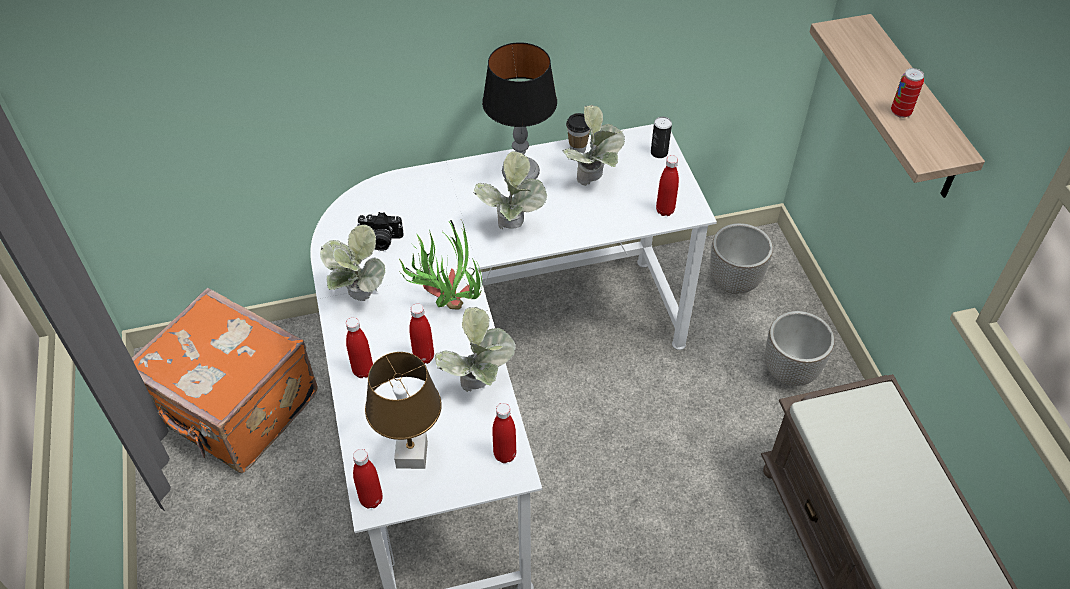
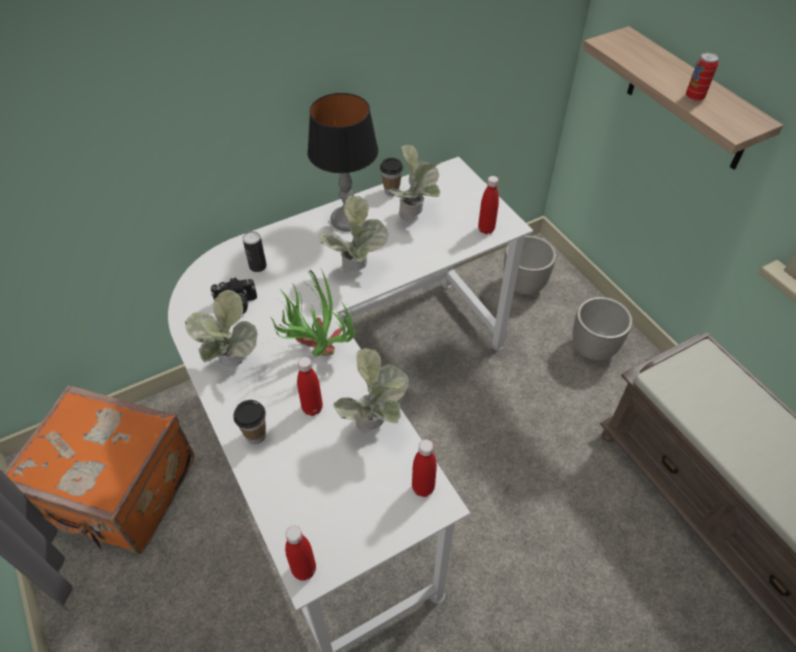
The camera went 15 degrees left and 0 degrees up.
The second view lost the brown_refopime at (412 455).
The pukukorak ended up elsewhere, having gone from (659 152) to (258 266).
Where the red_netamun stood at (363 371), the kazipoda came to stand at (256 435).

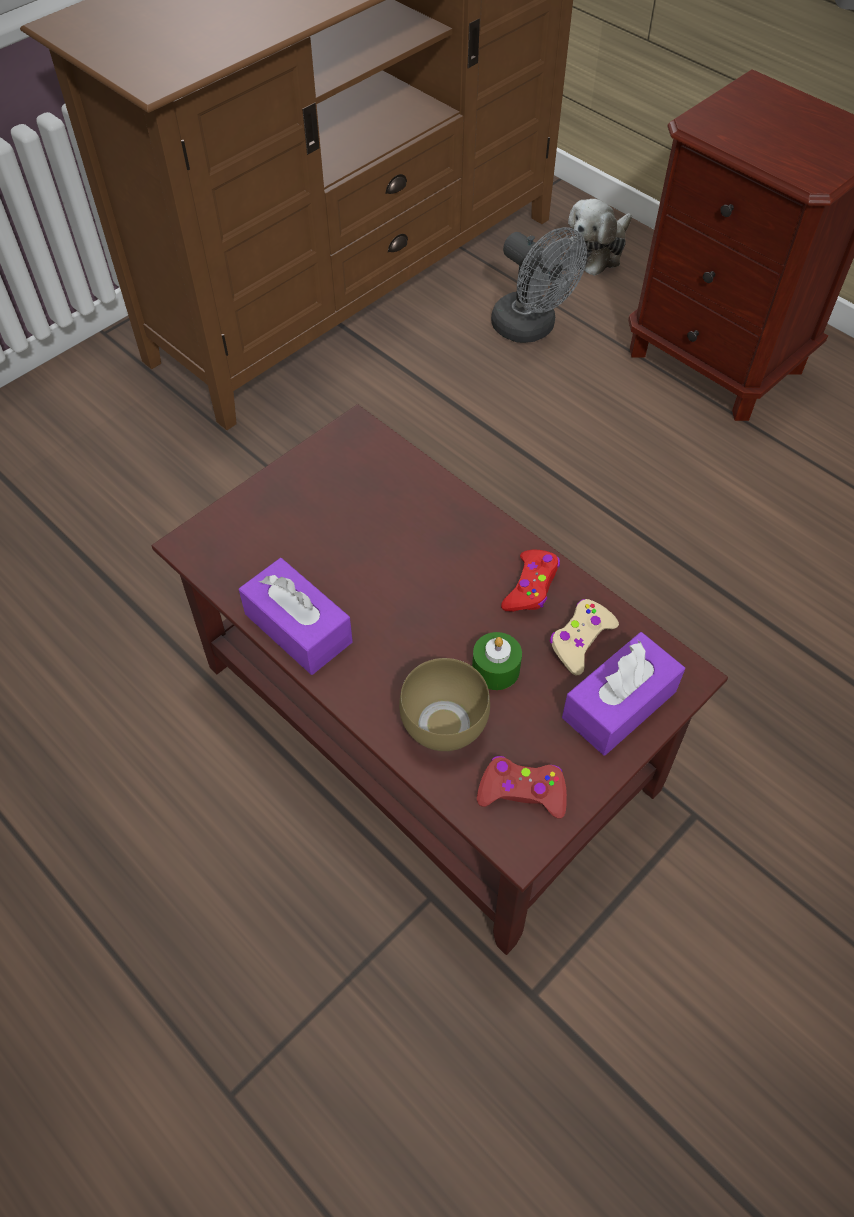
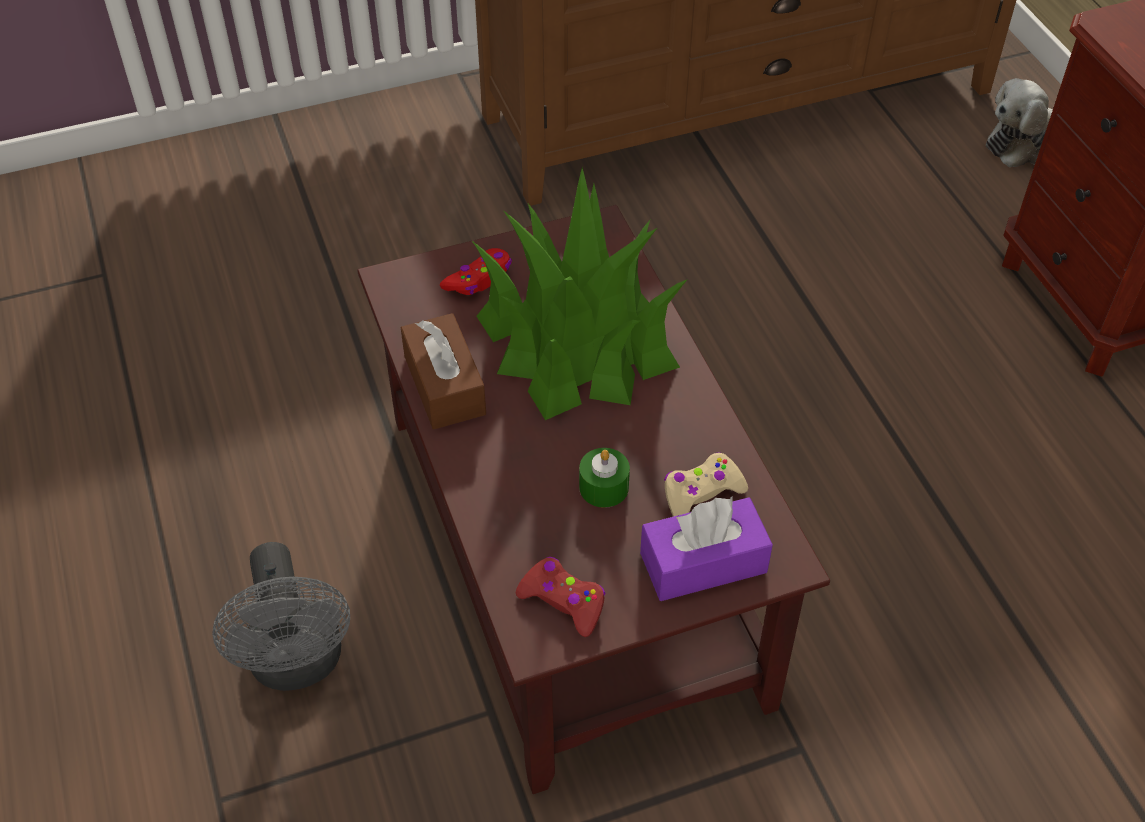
The camera went 25 degrees right and 5 degrees down.
The second view lost the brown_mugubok at (447 725).
The second view gained the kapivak at (577 341).
The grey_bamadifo ended up elsewhere, having gone from (531 329) to (298 665).
The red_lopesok ended up elsewhere, having gone from (531 587) to (479 279).
What was the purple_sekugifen at (298 628) turned into the brown_sekugifen at (444 385).

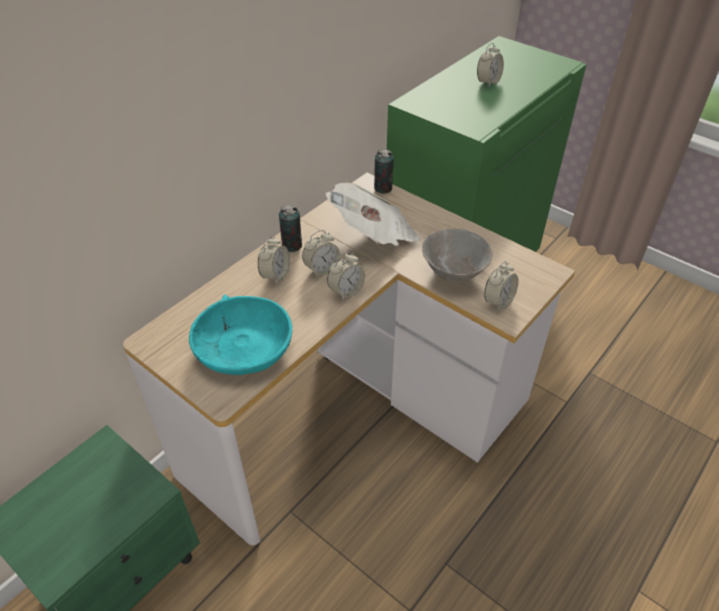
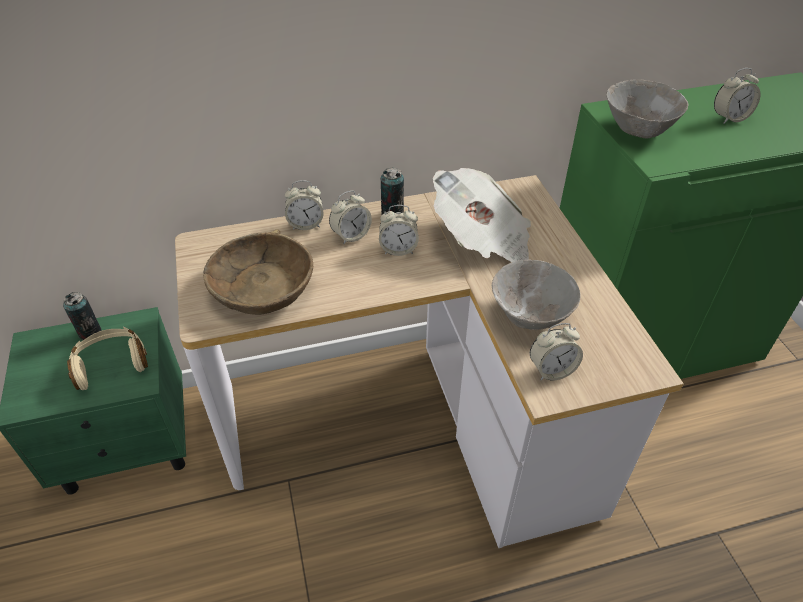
The camera went 35 degrees right and 0 degrees up.
The second view gained the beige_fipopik at (111 364).
The second view gained the grey_mugubok at (638 129).
The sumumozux ended up elsewhere, having gone from (346 291) to (306 224).
The pukukorak ended up elsewhere, having gone from (383 188) to (90 333).
What was the turquoise_mugubok at (243 347) turned into the brown_mugubok at (262 286).

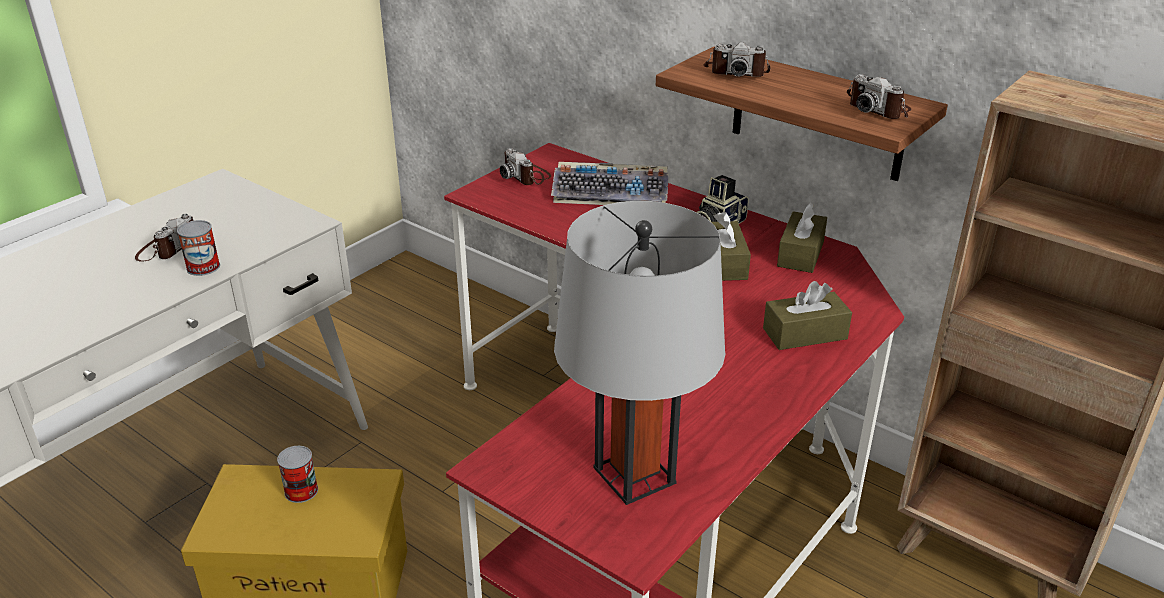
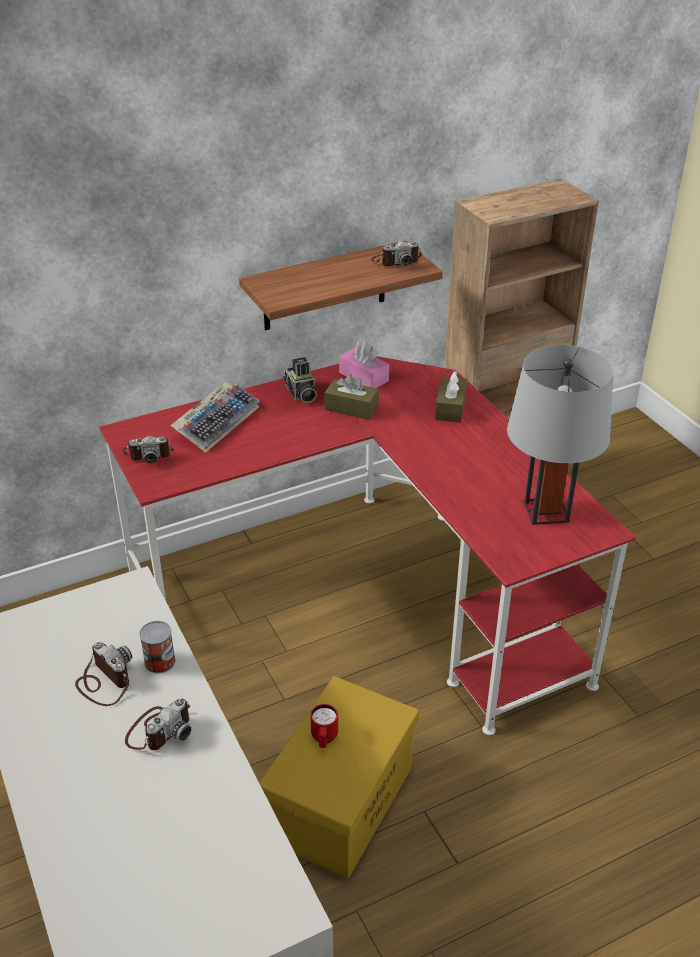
The camera went 65 degrees left and 5 degrees up.
The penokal ended up elsewhere, having gone from (736 72) to (159 730).
Where the pukukorak stood at (301 491), the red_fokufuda came to stand at (324 739).
What was the brown_sekugifen at (800 254) turned into the pink_sekugifen at (363 377).

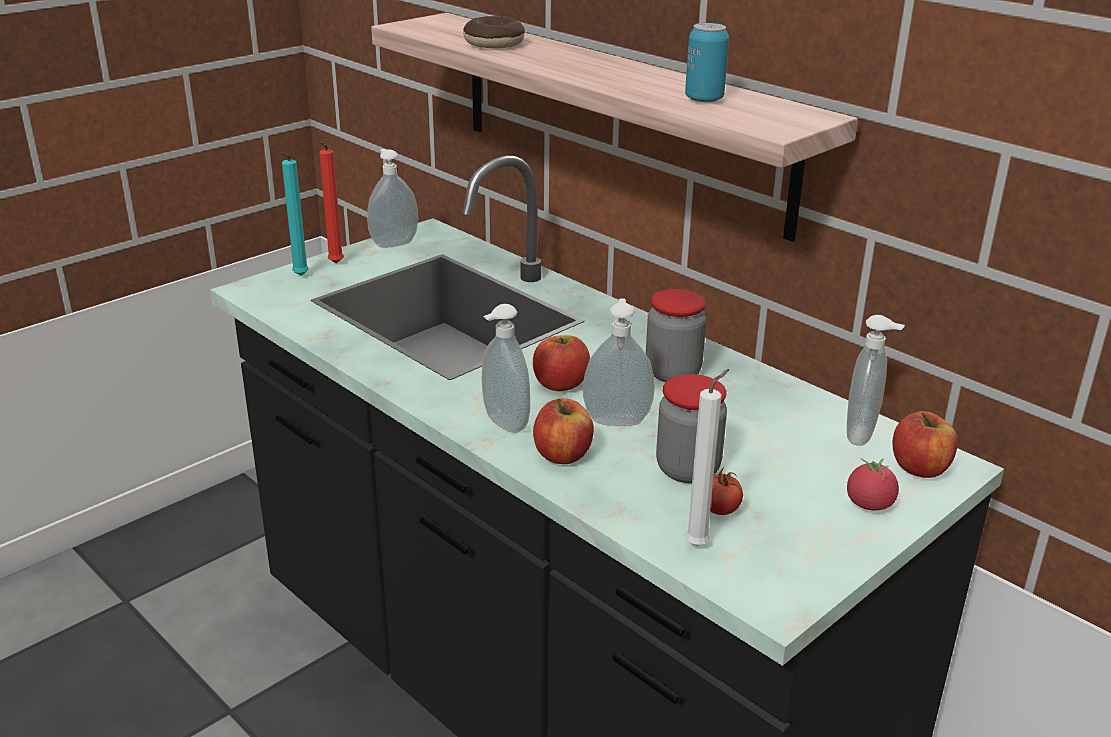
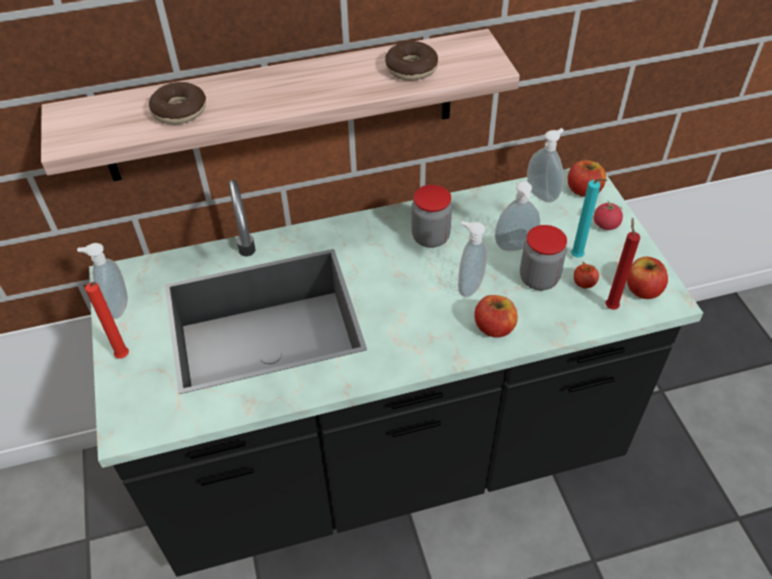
The camera went 60 degrees left and 20 degrees up.
The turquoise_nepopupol ended up elsewhere, having gone from (299 277) to (578 258).
The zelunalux ended up elsewhere, having gone from (503 424) to (515 248).
The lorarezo ended up elsewhere, having gone from (560 384) to (642 289).
Where the pukukorak stood at (704 99), the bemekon came to stand at (411 69).
What was the white_nepopupol at (700 544) turned into the red_nepopupol at (610 306).

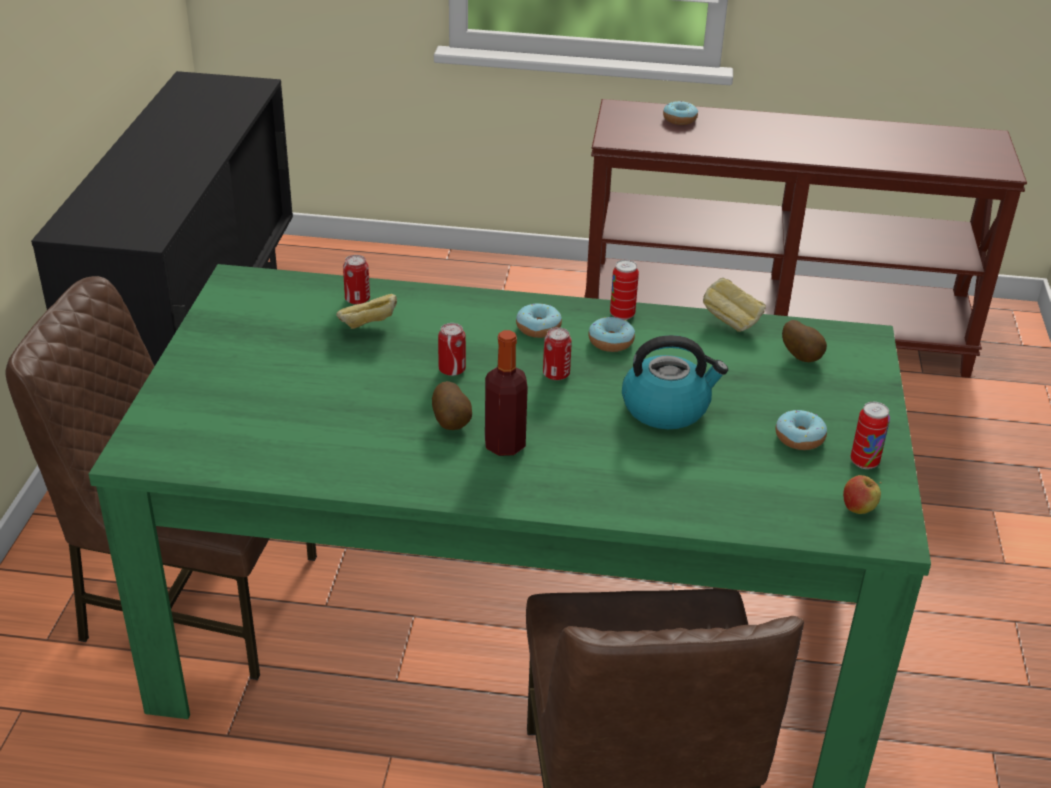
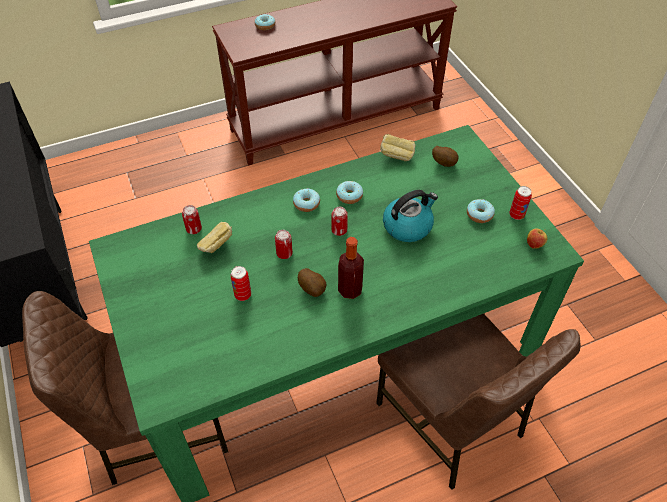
The camera went 30 degrees left and 15 degrees up.
The pukukorak ended up elsewhere, having gone from (622 315) to (243 295).

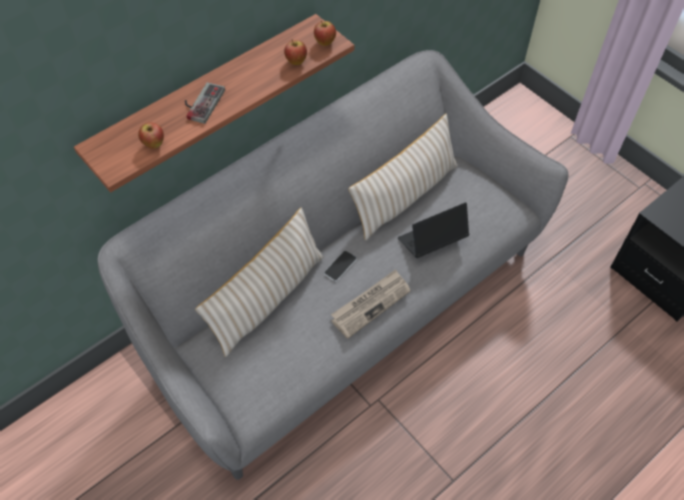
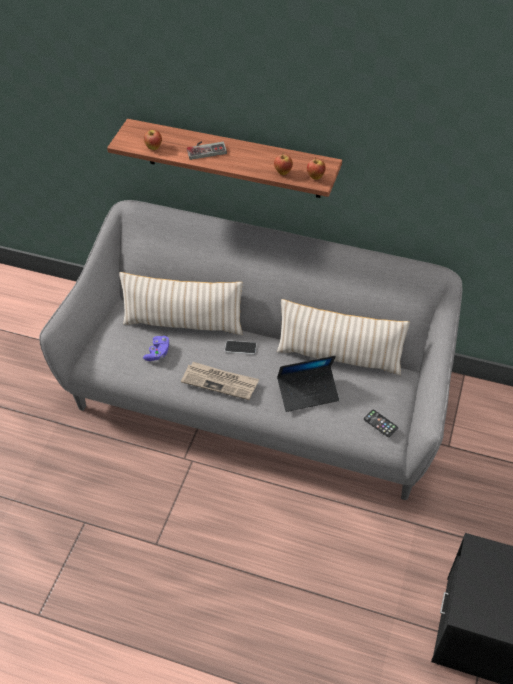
The camera went 60 degrees right and 5 degrees down.
The second view gained the purple_lopesok at (158 353).
The second view gained the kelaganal at (380 423).
The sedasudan at (432 241) ended up facing another way, 135 degrees clockwise from before.

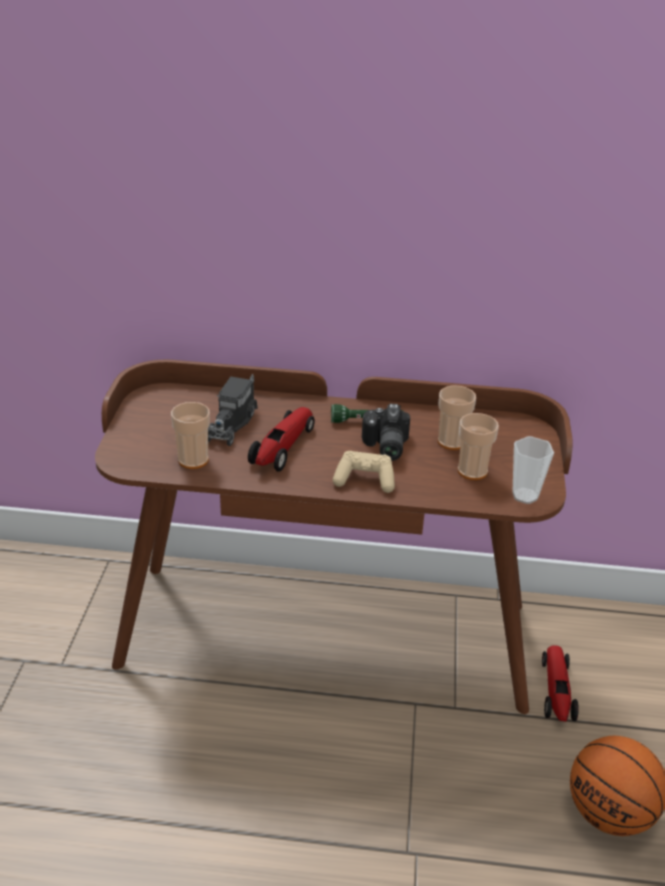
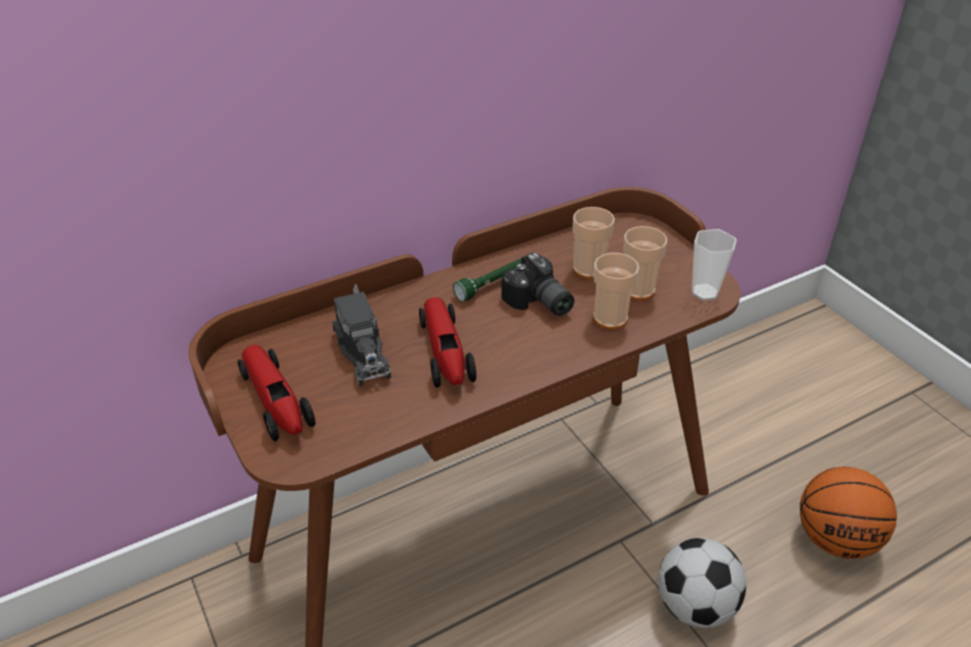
The camera went 35 degrees left and 5 degrees up.
The second view lost the beige_lopesok at (365 480).
The second view gained the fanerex at (695 606).
The kazipoda ended up elsewhere, having gone from (193 460) to (610 318).
The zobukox ended up elsewhere, having gone from (557 691) to (276 401).

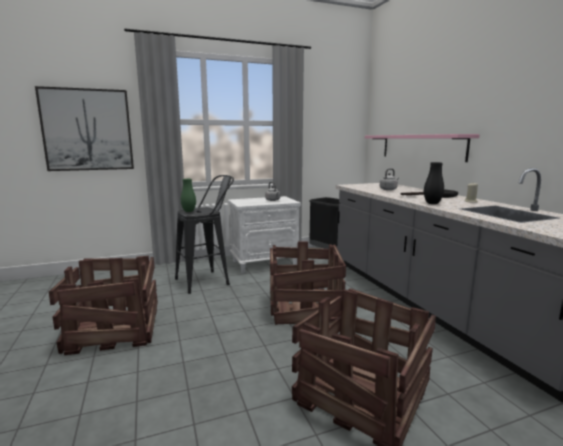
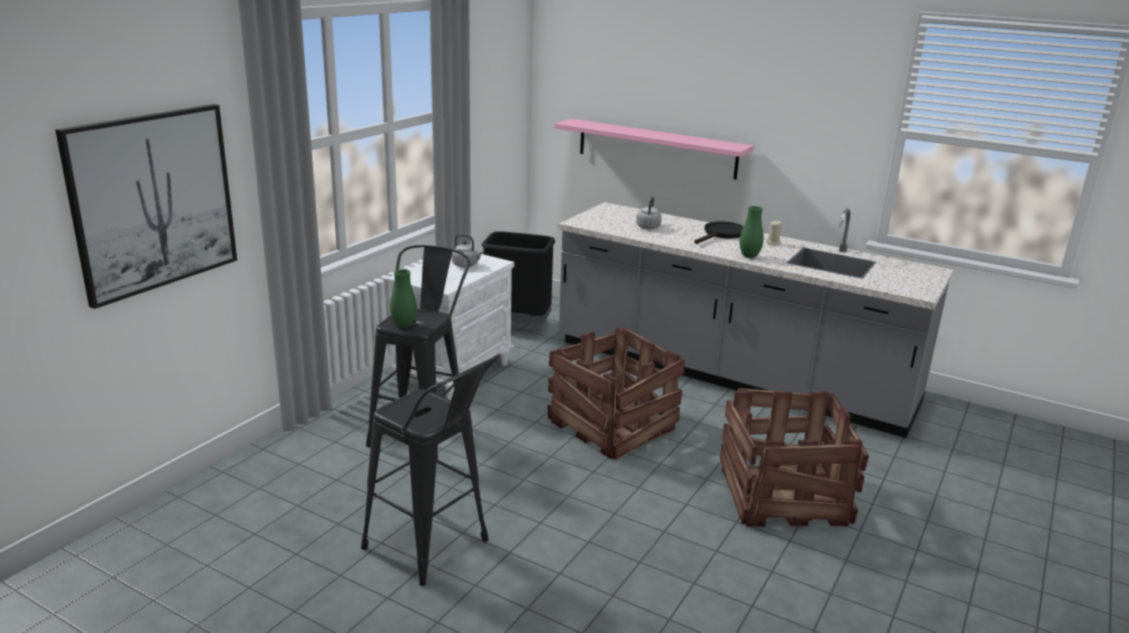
The camera went 40 degrees left and 10 degrees up.
Where the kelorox stood at (113 331), the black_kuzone came to stand at (434 550).
What was the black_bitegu at (432 203) turned into the green_bitegu at (749 256).

